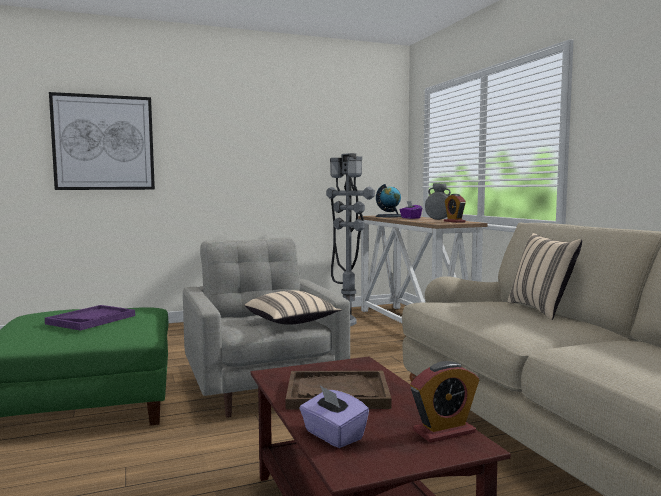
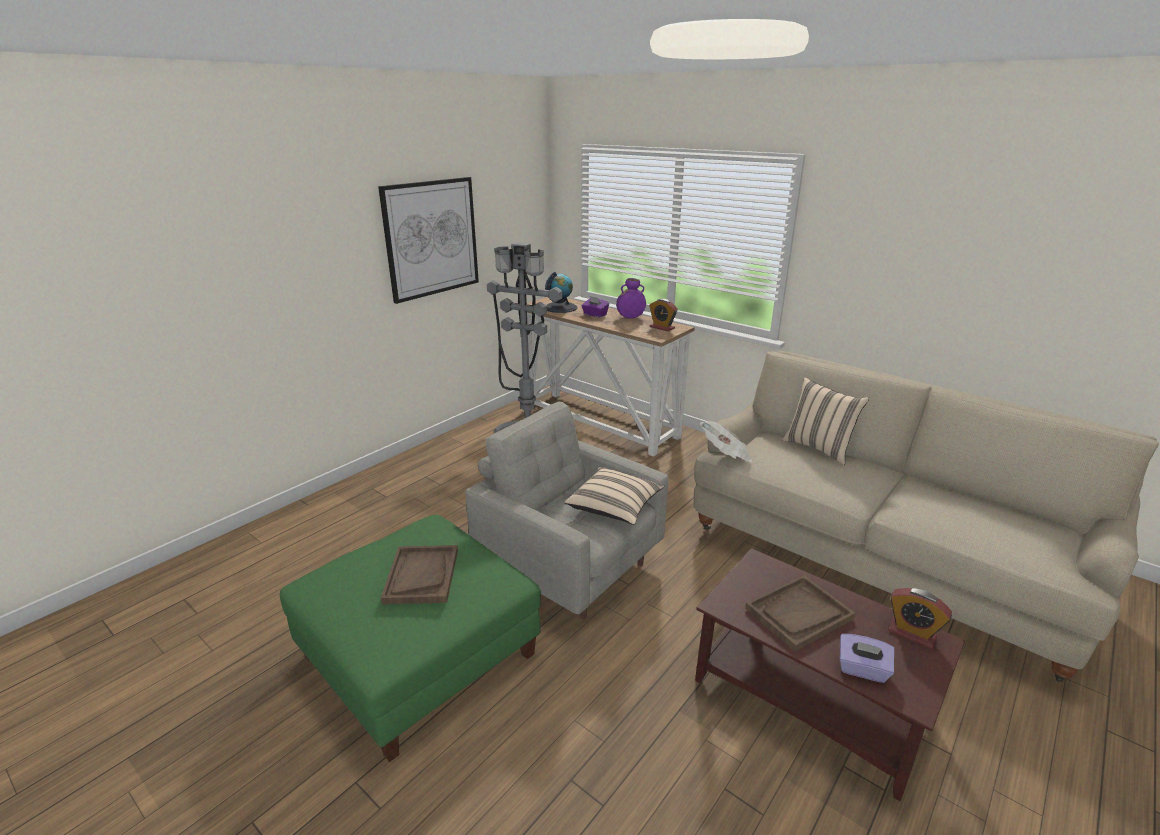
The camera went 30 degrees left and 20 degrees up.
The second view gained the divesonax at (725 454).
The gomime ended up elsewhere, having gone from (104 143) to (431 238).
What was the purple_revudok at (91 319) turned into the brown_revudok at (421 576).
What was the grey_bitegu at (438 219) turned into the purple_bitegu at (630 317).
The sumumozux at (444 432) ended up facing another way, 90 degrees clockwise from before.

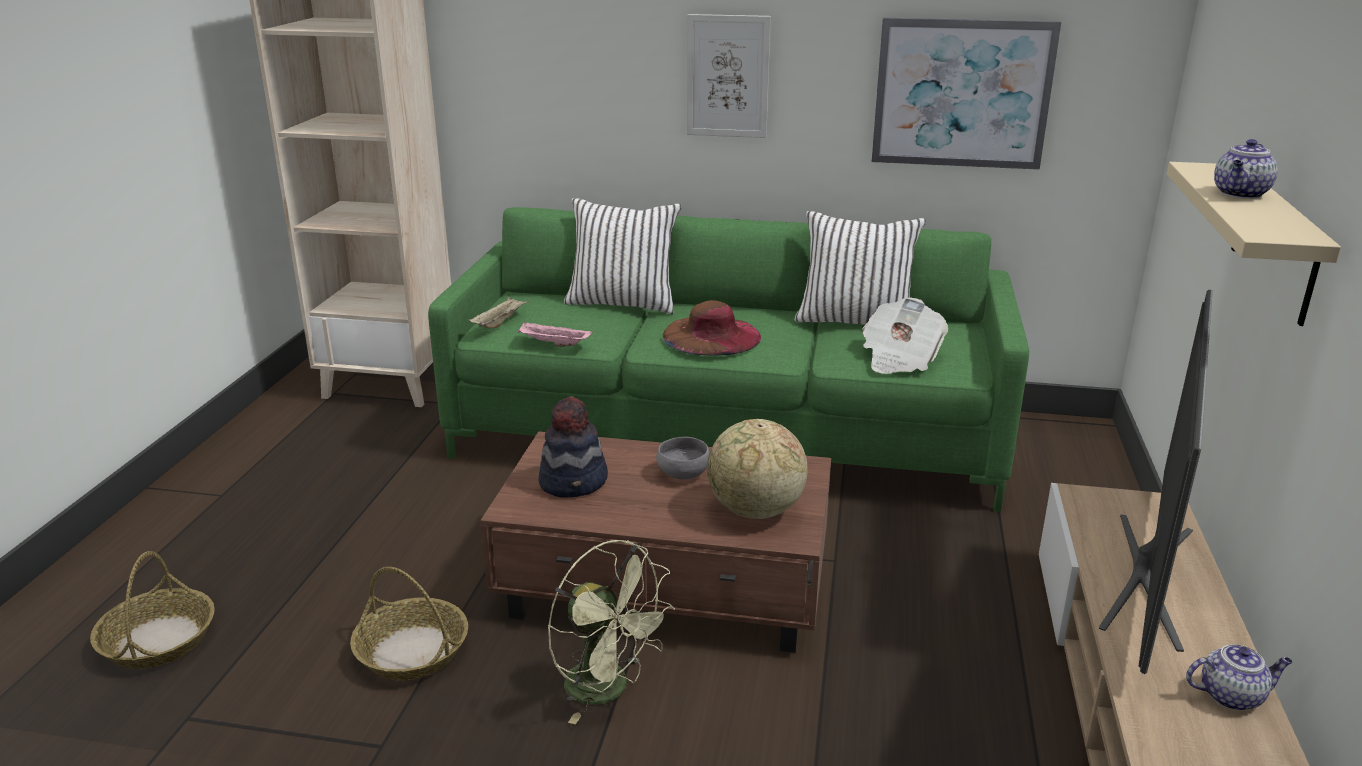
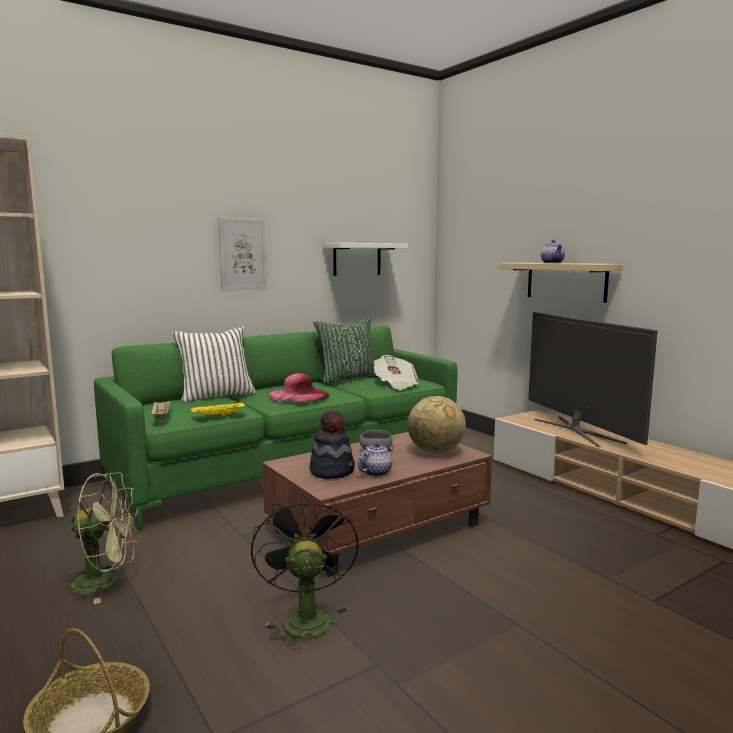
The camera went 45 degrees left and 15 degrees down.
The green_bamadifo ended up elsewhere, having gone from (609 689) to (106 582).
The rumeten ended up elsewhere, having gone from (1232 696) to (376 472).
Where the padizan stood at (411 651), the black_bamadifo came to stand at (304 618).
Where the gomime hung at (962 94), the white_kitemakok came to hang at (357 259).
What was the pink_revudok at (553 344) turned into the yellow_revudok at (218 416).
What was the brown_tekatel at (711 336) turned into the pink_tekatel at (298 395).
What was the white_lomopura at (855 321) turned into the green_lomopura at (348 378).

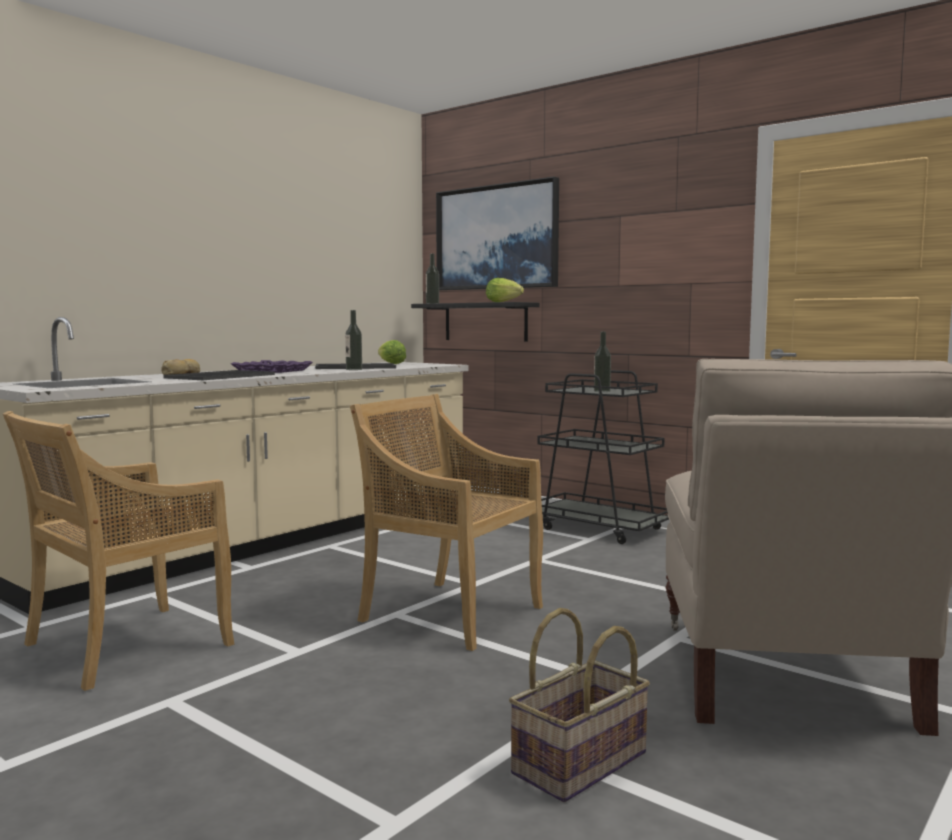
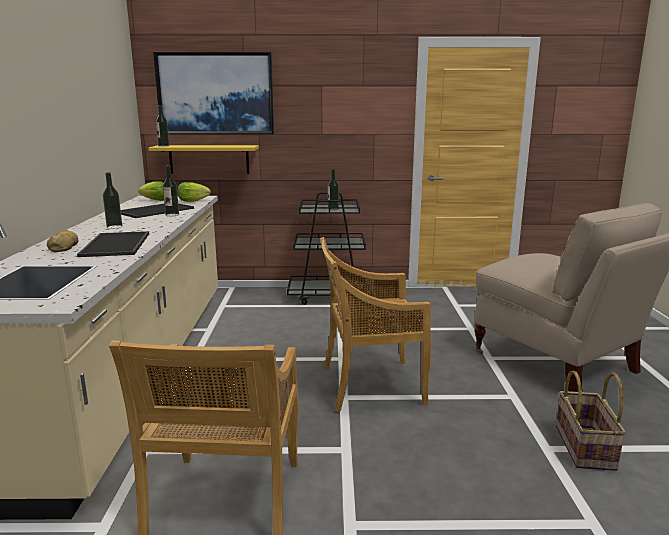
The camera went 40 degrees left and 10 degrees up.
The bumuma ended up elsewhere, having gone from (503 302) to (192 201).
Where the purple_revudok stood at (272 371), the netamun came to stand at (114 227).
What was the black_kitemakok at (485 322) turned into the yellow_kitemakok at (209 159).

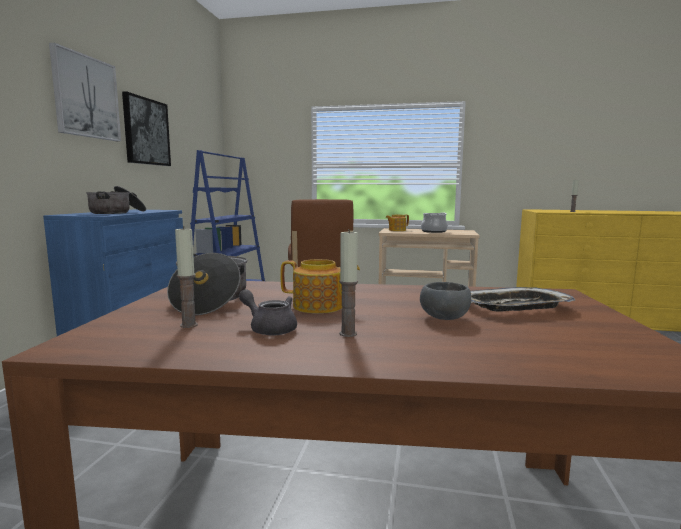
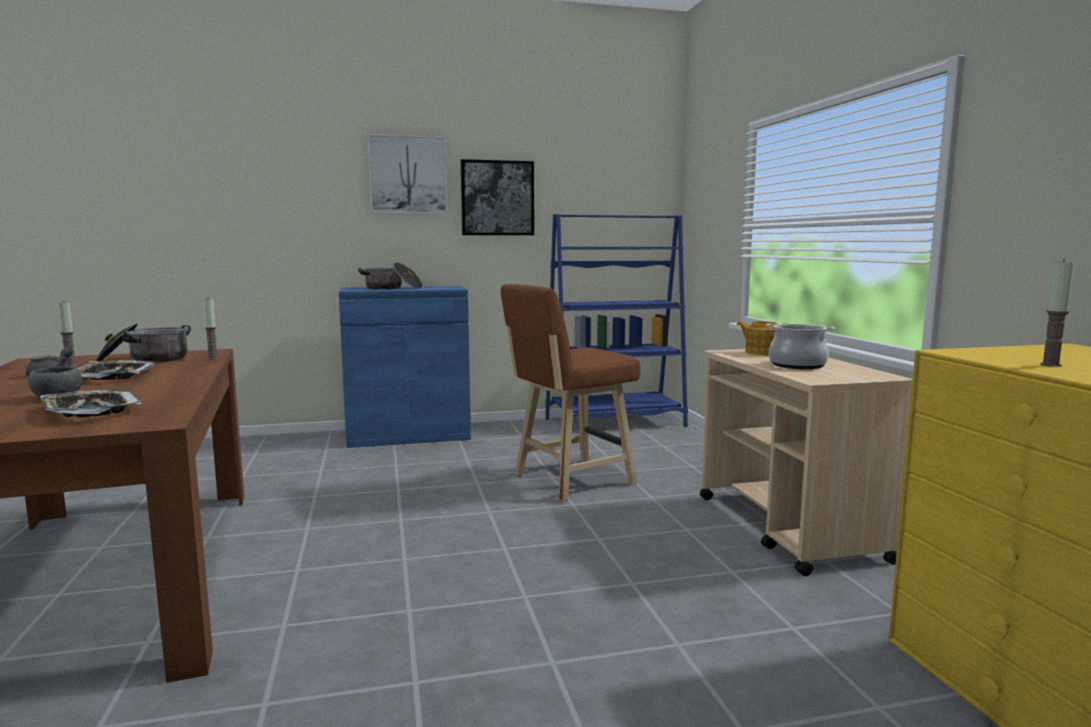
The camera went 65 degrees right and 0 degrees up.
The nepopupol ended up elsewhere, having gone from (348 334) to (213 358).
Where the rumeten stood at (319 307), the revudok came to stand at (114 376).

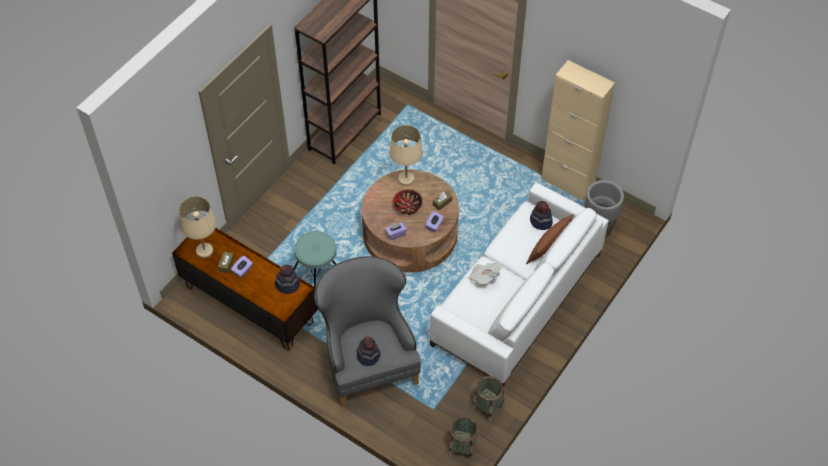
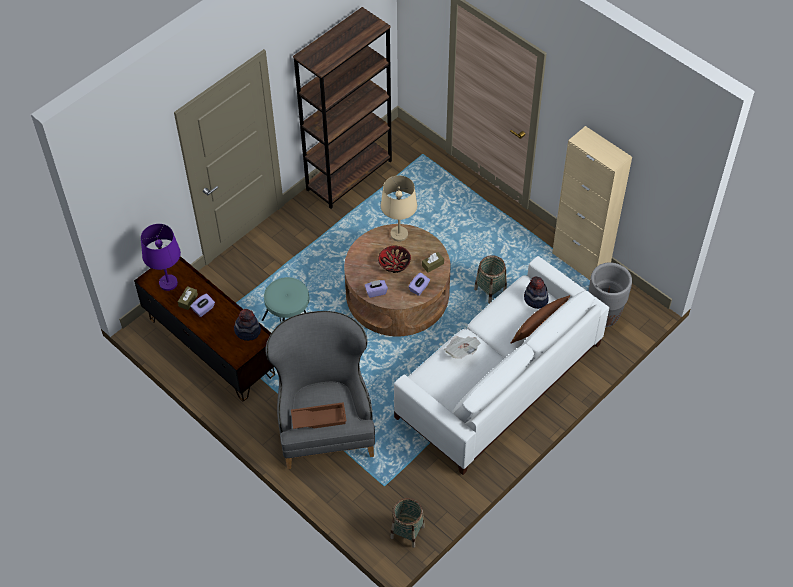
The camera went 10 degrees right and 0 degrees up.
The padizan ended up elsewhere, having gone from (487 407) to (490 290).
Where the tekatel stood at (368 355), the brown_revudok came to stand at (319 418).
What was the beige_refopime at (205 251) turned into the purple_refopime at (168 283).

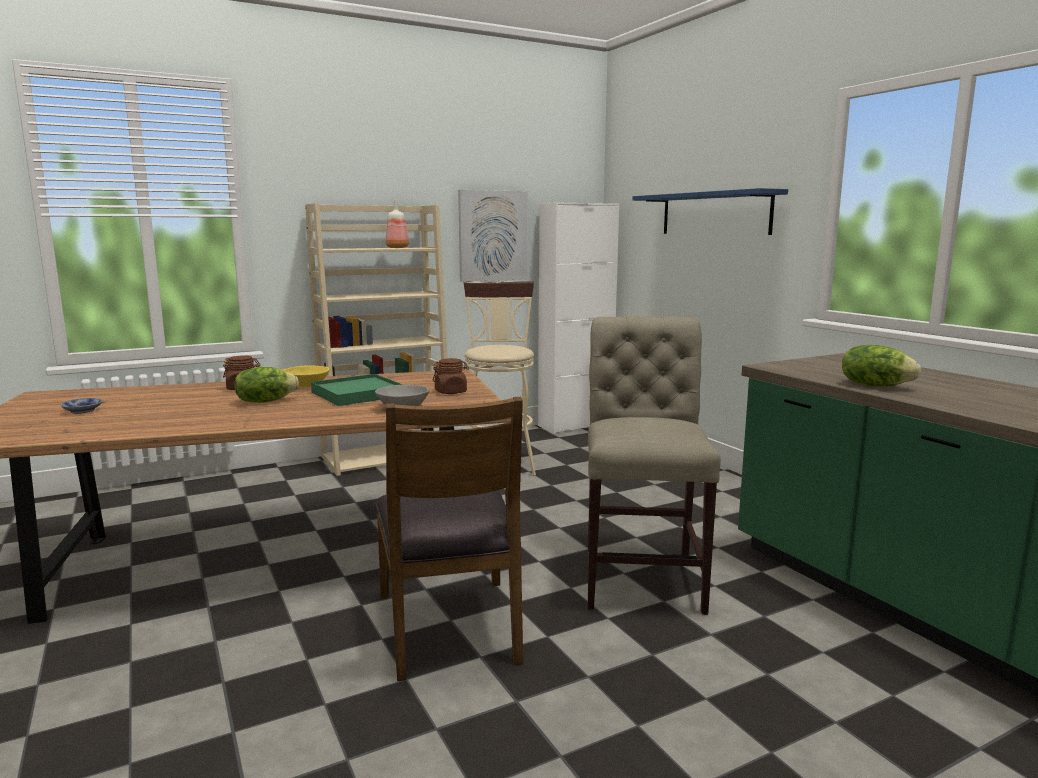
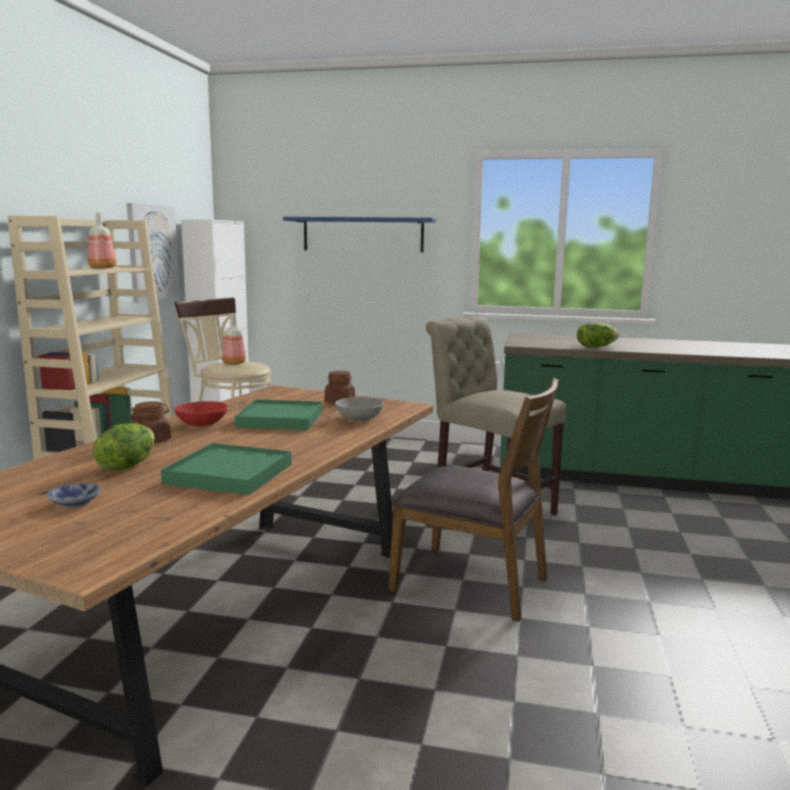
The camera went 50 degrees left and 0 degrees up.
The second view gained the green_revudok at (230 473).
The second view gained the netamun at (233 363).
The bumuma ended up elsewhere, having gone from (265 401) to (126 466).
What was the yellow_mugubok at (306 385) turned into the red_mugubok at (201 424).

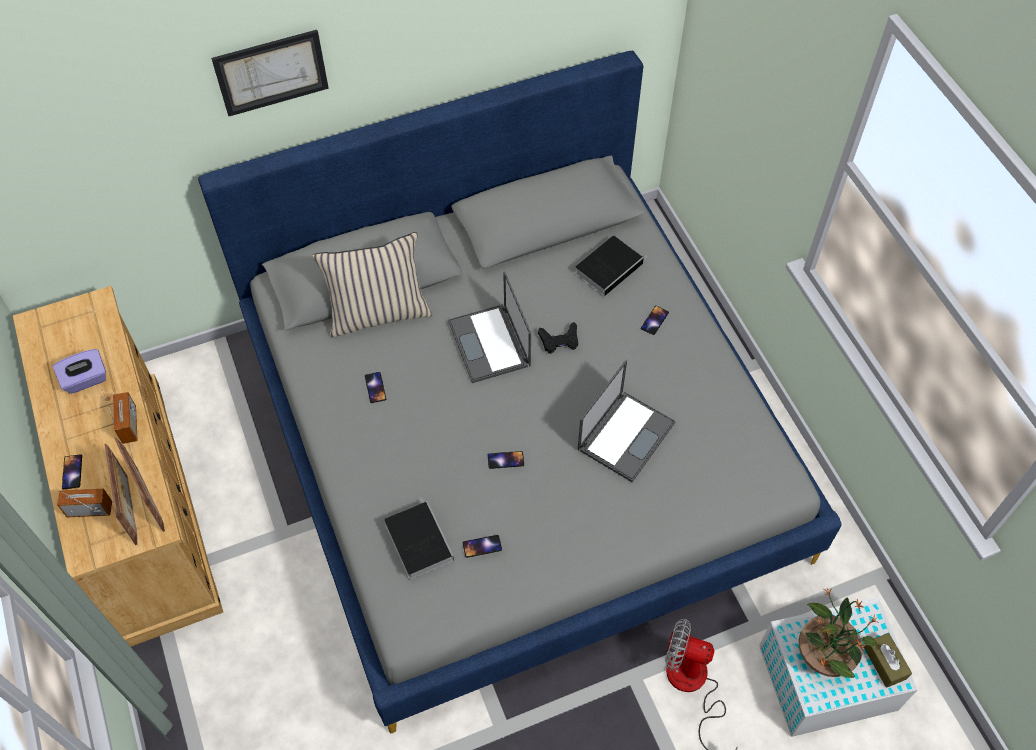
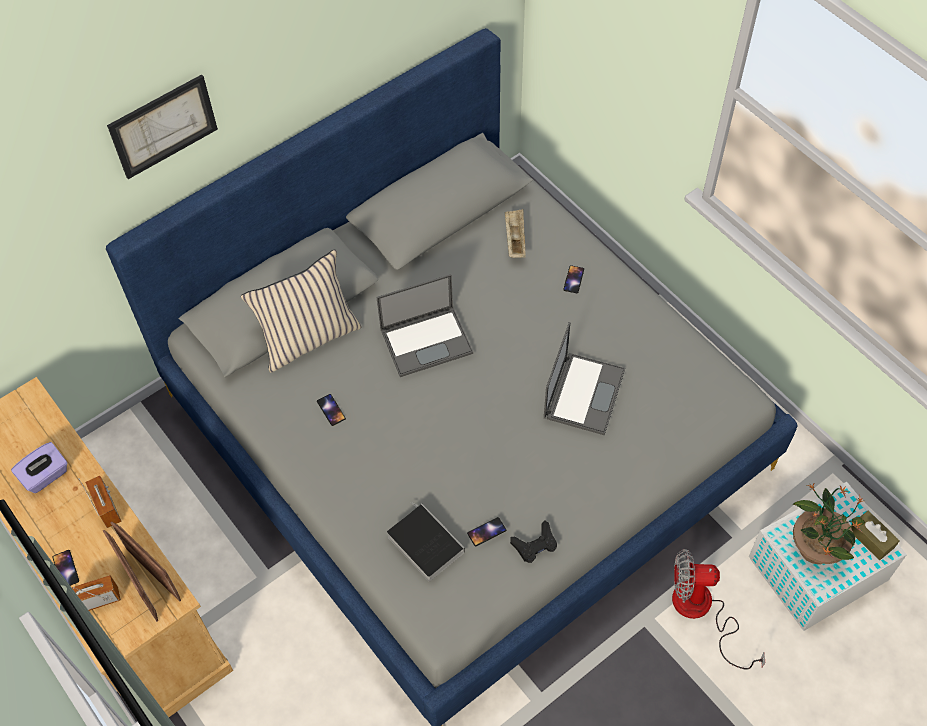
The camera went 15 degrees left and 0 degrees up.
The second view lost the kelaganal at (505 460).
The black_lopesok ended up elsewhere, having gone from (559 340) to (535 545).
Where the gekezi stood at (609 267), the beige_revudok came to stand at (515 239).
The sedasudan at (490 344) ended up facing another way, 75 degrees counterclockwise from before.

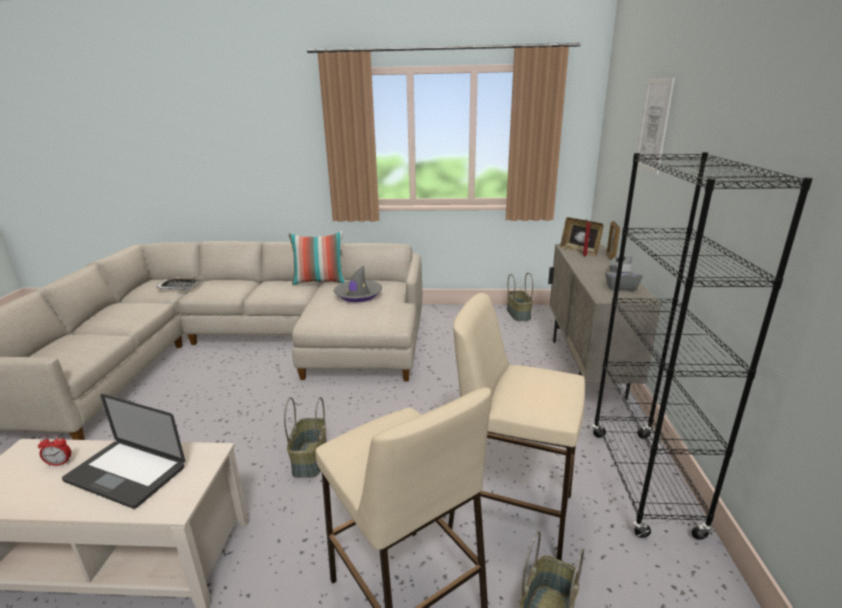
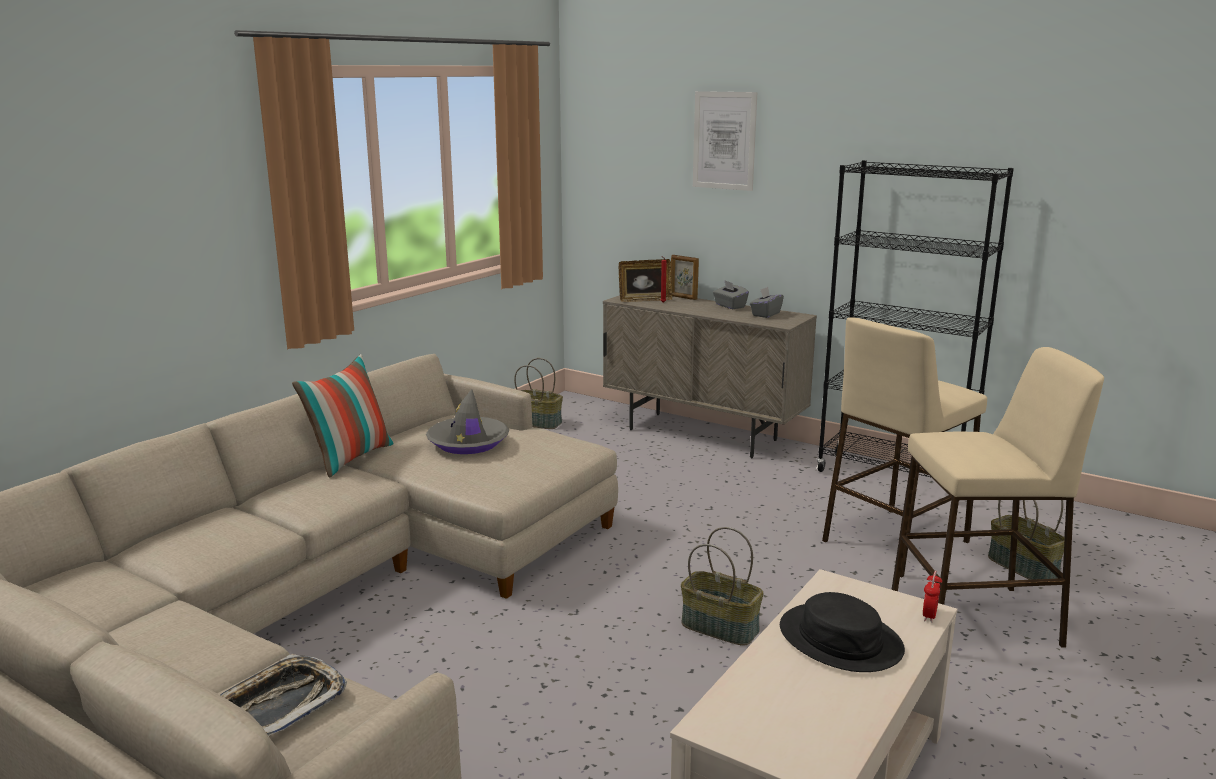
The camera went 60 degrees left and 5 degrees down.
The sumumozux ended up elsewhere, having gone from (59 463) to (929 616).
The revudok ended up elsewhere, having gone from (180 286) to (280 704).
Where the sedasudan stood at (126 474), the black_tekatel came to stand at (840 639).

